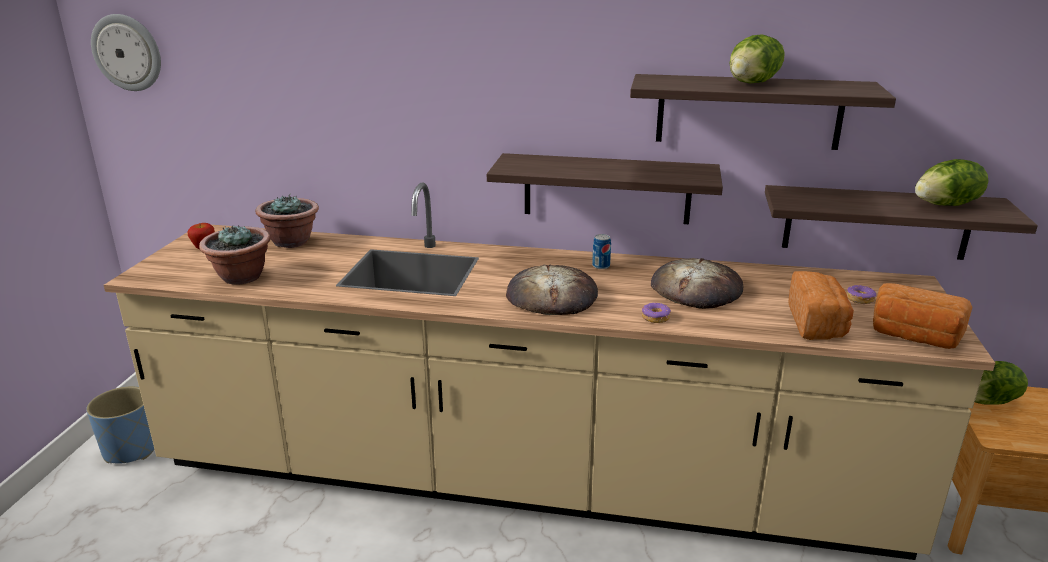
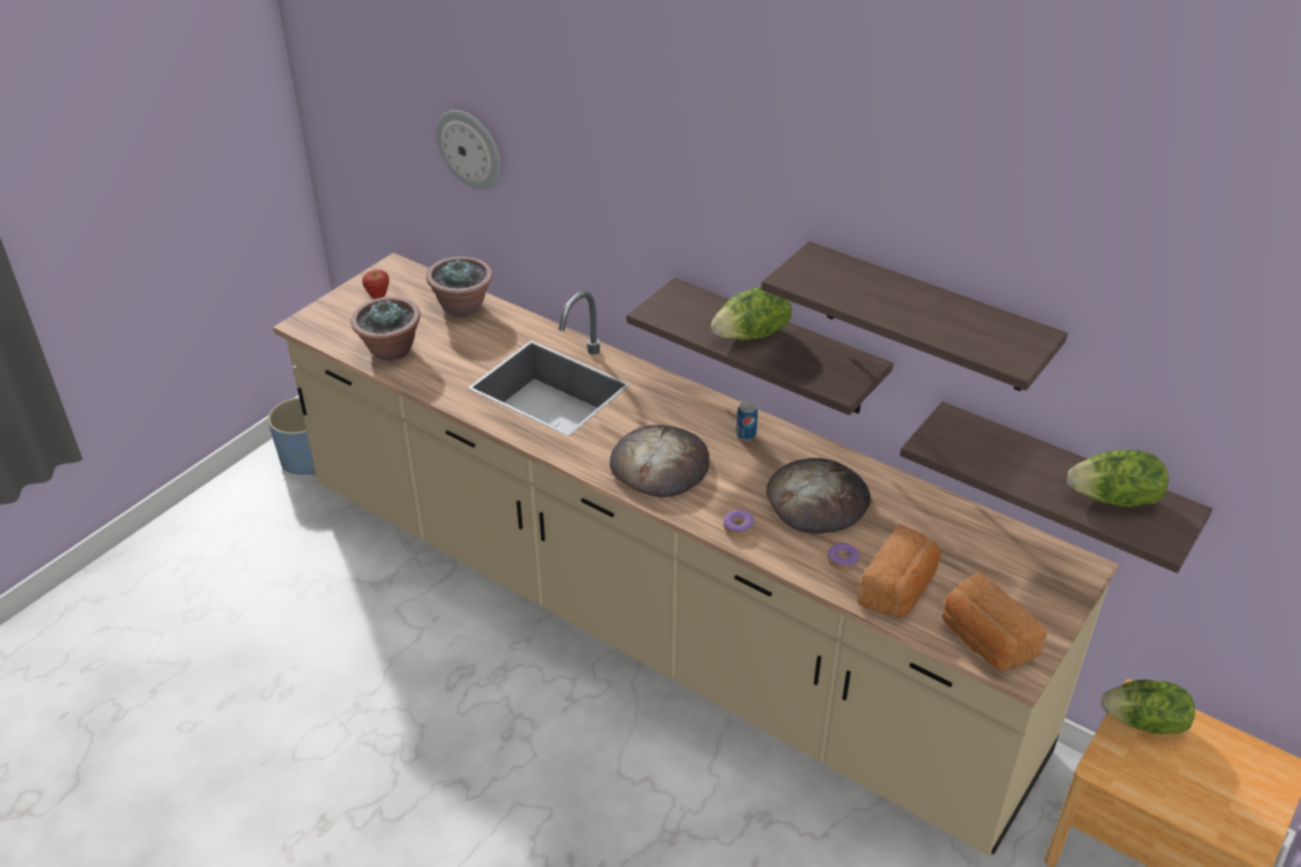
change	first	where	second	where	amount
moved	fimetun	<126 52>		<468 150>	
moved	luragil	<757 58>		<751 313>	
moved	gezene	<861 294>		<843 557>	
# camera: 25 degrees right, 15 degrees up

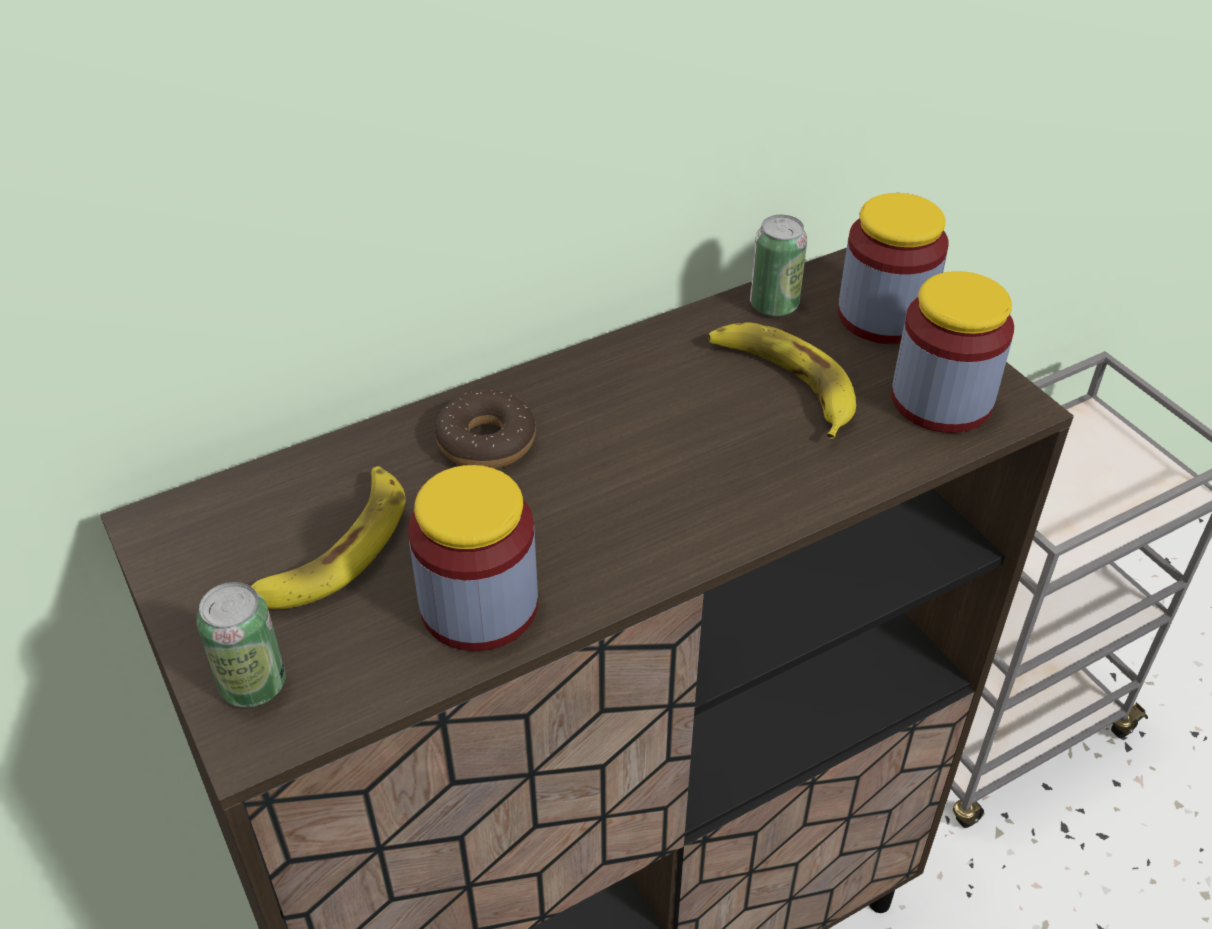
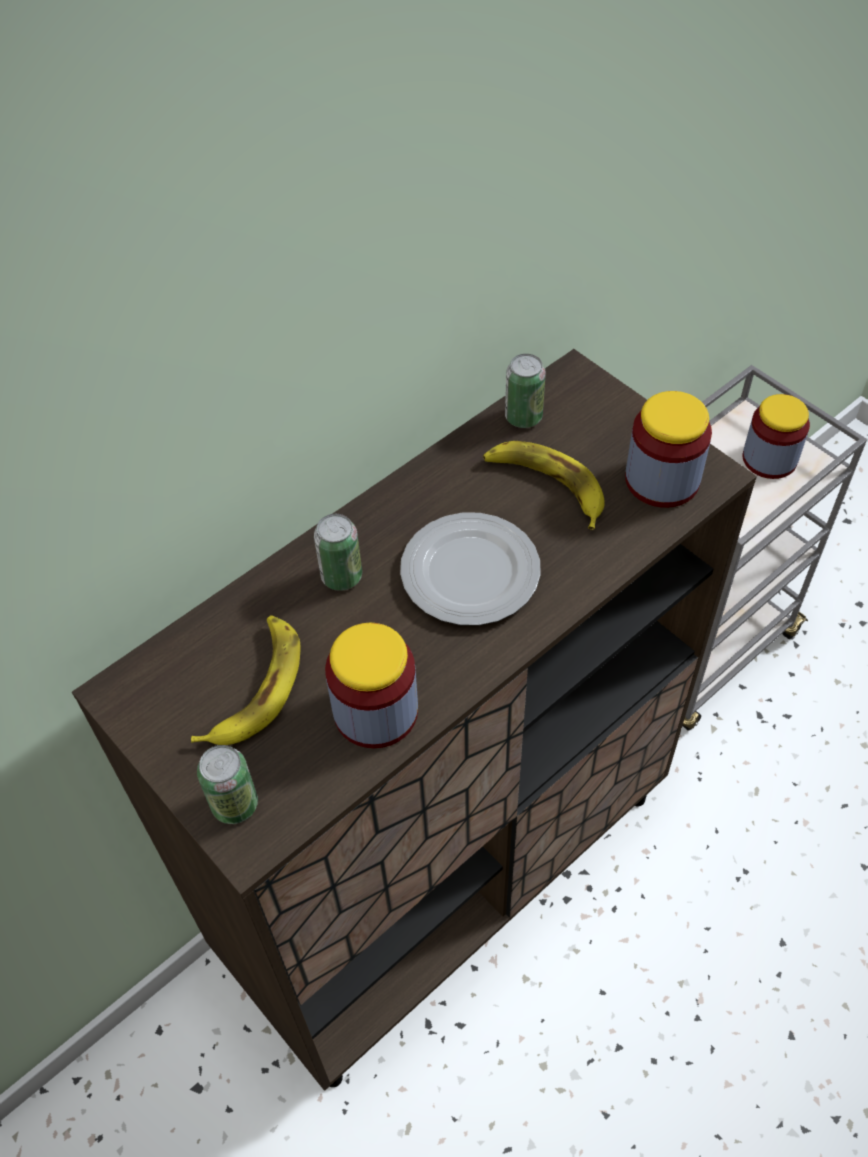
change	first	where	second	where	amount
added			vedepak	<470 569>	
moved	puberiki	<893 268>		<776 436>	
replaced	gezene	<485 429>	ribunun	<338 552>	
# camera: 10 degrees left, 10 degrees up

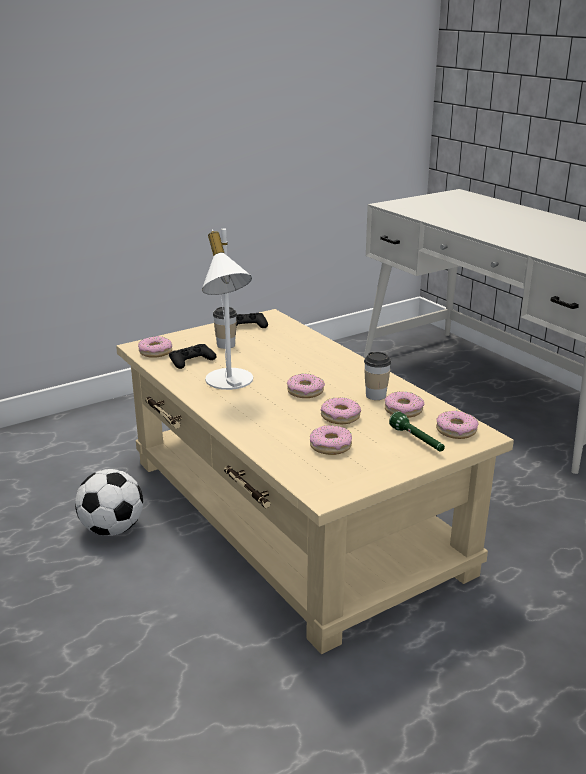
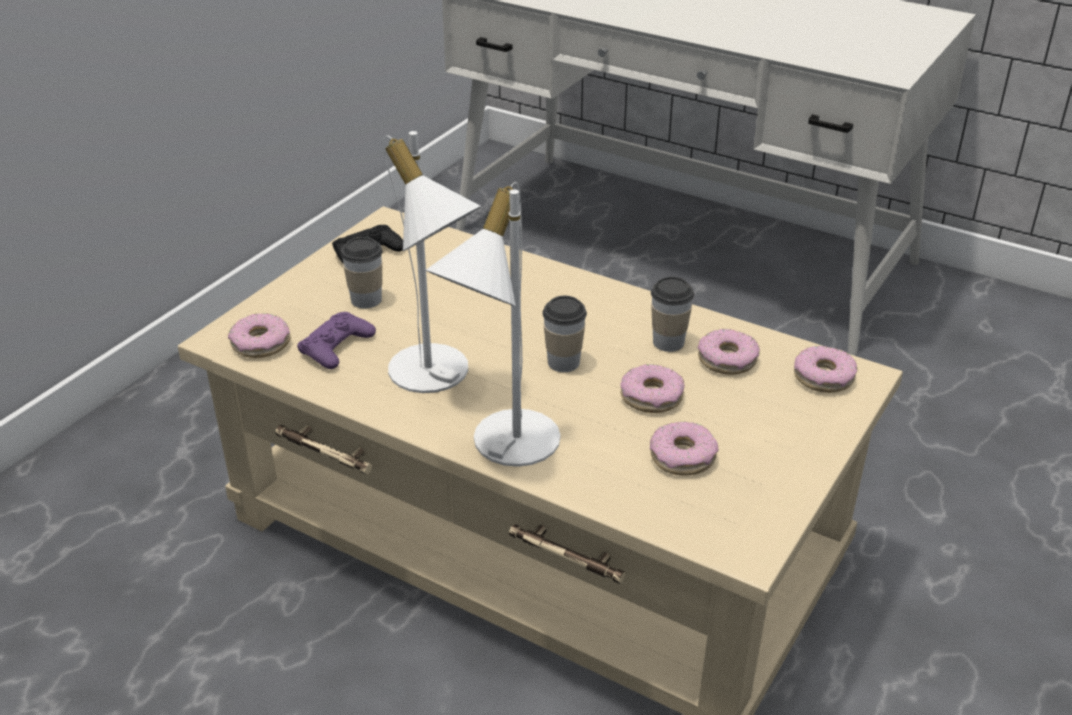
change	first	where	second	where	amount
removed	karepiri	<109 502>			
removed	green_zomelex	<417 432>			
added			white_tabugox	<493 324>	
replaced	gezene	<306 386>	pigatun	<564 334>	
recoloured	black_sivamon	<192 356>	purple_sivamon	<336 340>	
# camera: 25 degrees left, 10 degrees up

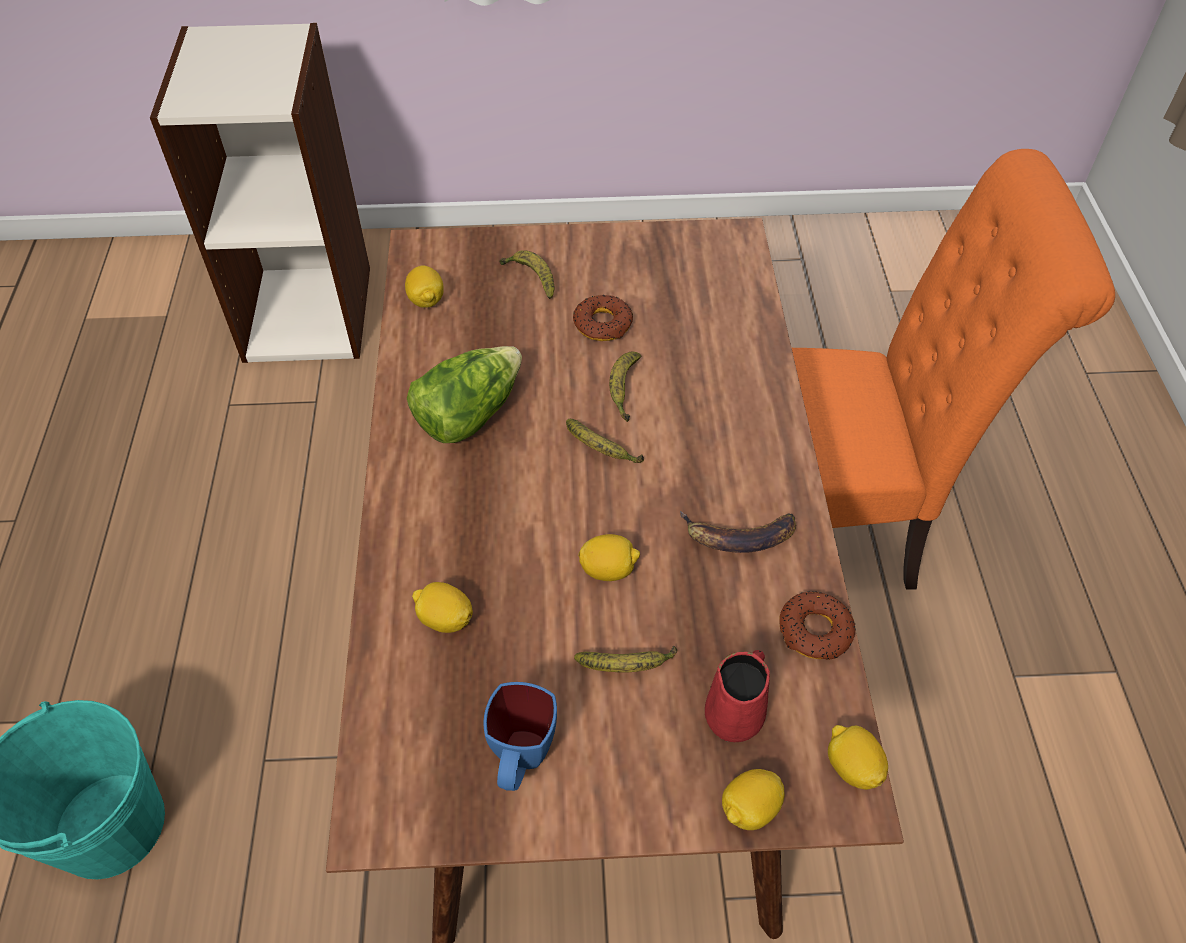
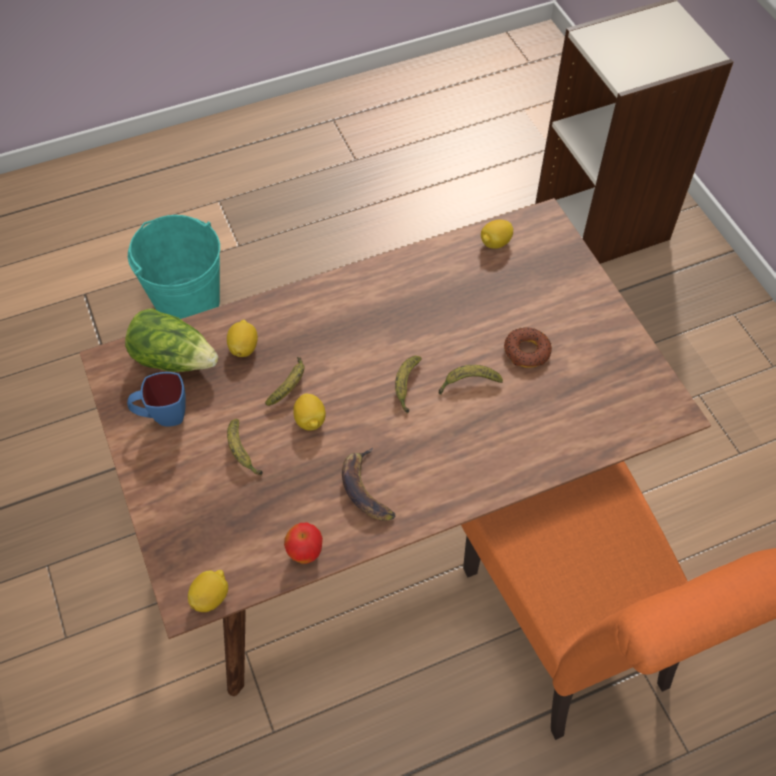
change	first	where	second	where	amount
removed	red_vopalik	<737 696>			
removed	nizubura	<753 799>			
moved	luragil	<464 394>		<171 340>	
moved	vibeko	<526 274>		<284 381>	
replaced	gezene	<817 625>	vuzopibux	<303 543>	
# camera: 70 degrees right, 5 degrees up

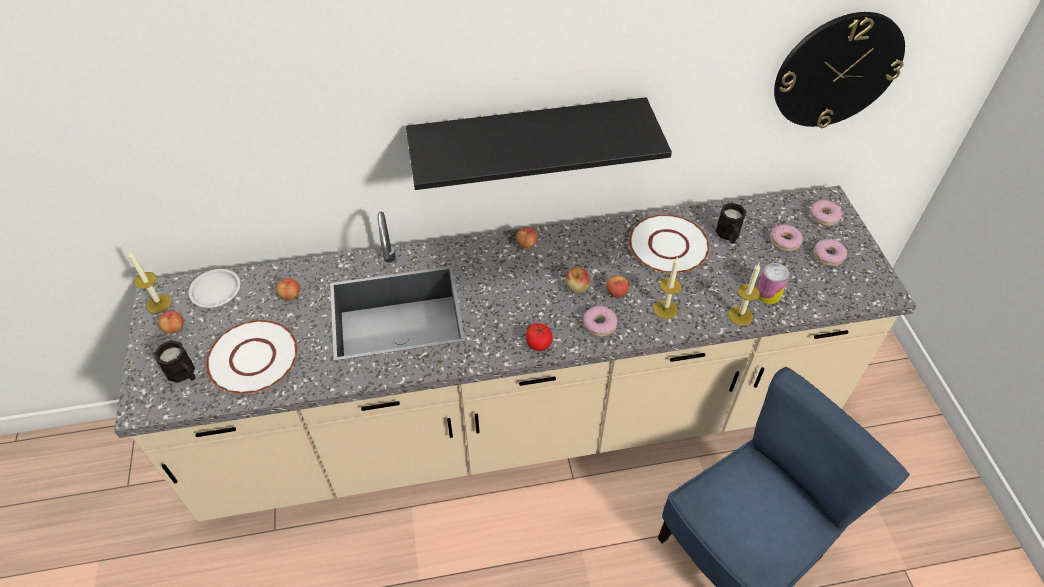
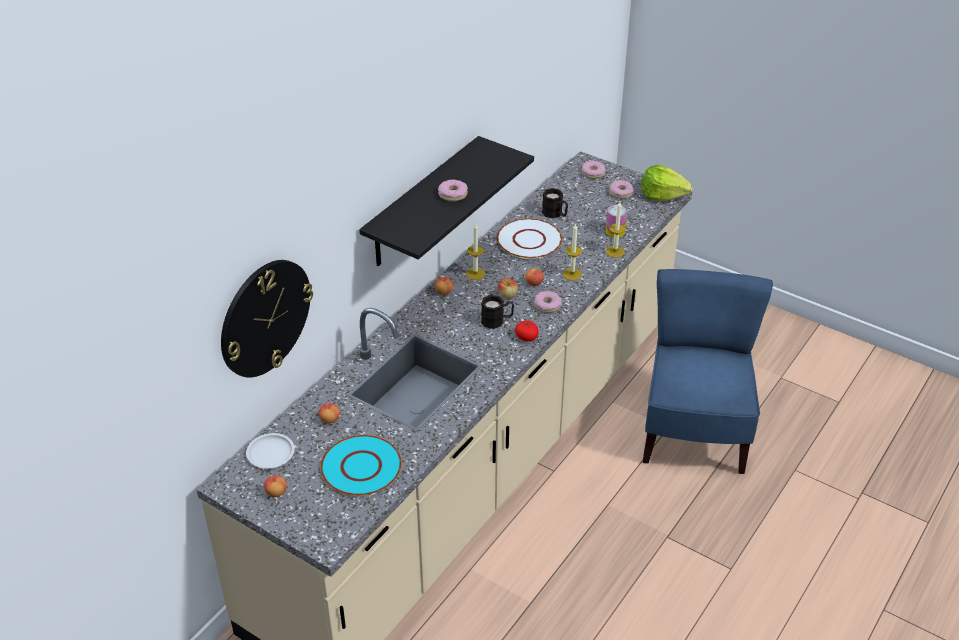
change	first	where	second	where	amount
added			luragil	<667 183>	
moved	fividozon	<150 282>		<475 251>	
moved	black_vopalik	<174 361>		<497 312>	
moved	gezene	<786 238>		<453 190>	
moved	fimetun	<839 70>		<267 319>	
recoloured	white_vedepak	<252 357>	turquoise_vedepak	<361 465>	
# camera: 45 degrees left, 10 degrees down

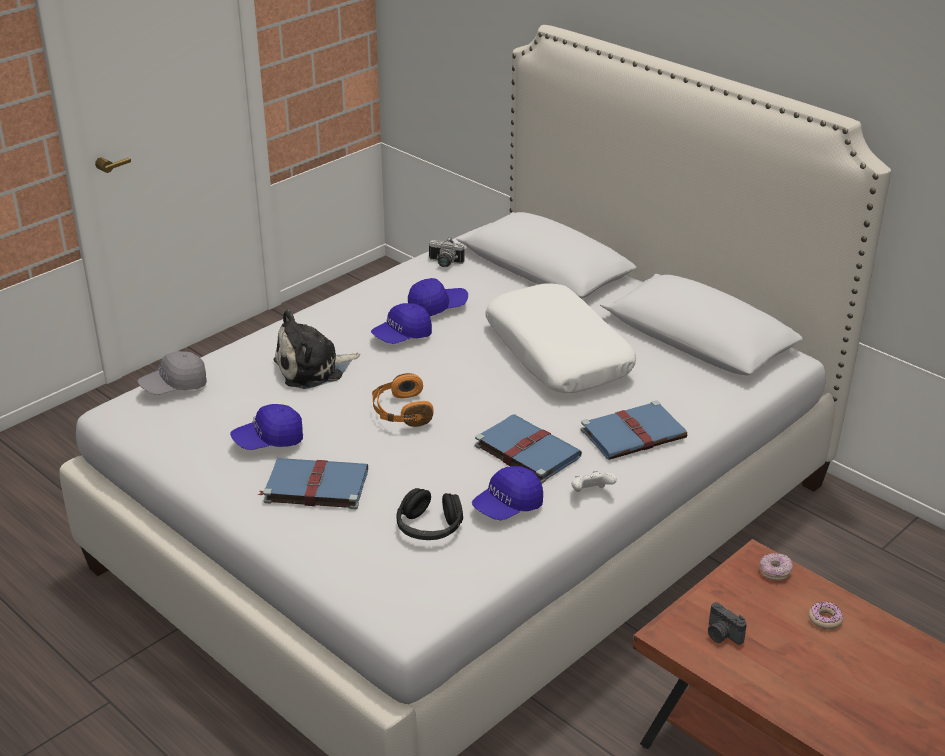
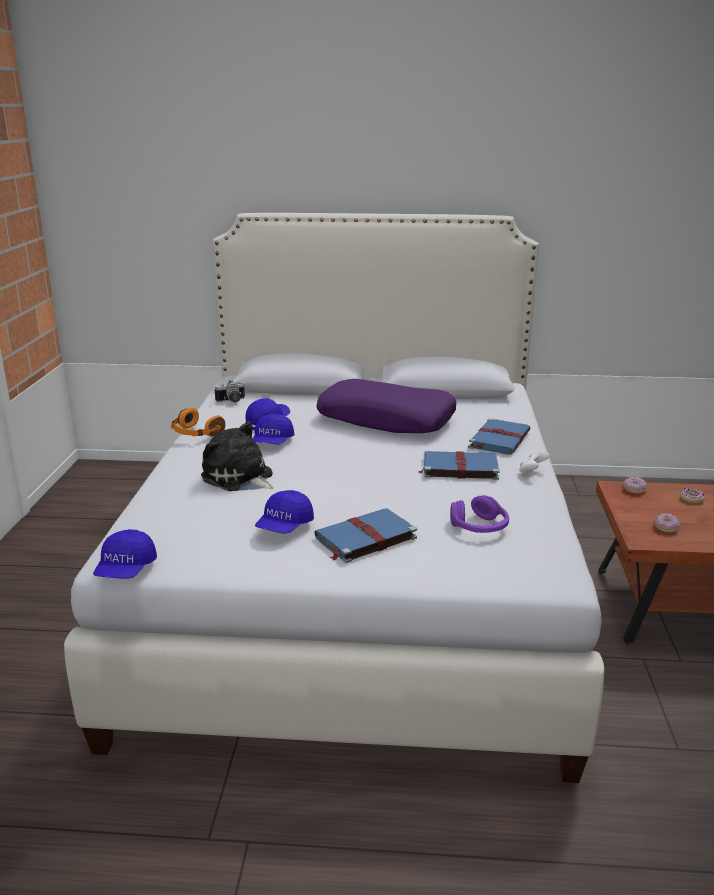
change	first	where	second	where	amount
removed	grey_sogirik	<172 373>			
moved	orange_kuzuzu	<403 400>		<198 422>	
moved	blue_sogirik	<507 493>		<125 554>	
replaced	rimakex	<727 623>	gezene	<667 523>	
recoloured	black_kuzuzu	<429 514>	purple_kuzuzu	<479 514>	
recoloured	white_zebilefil	<560 338>	purple_zebilefil	<386 406>	
turned	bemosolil	<316 349>		<237 456>	105 degrees clockwise
# camera: 40 degrees left, 10 degrees down

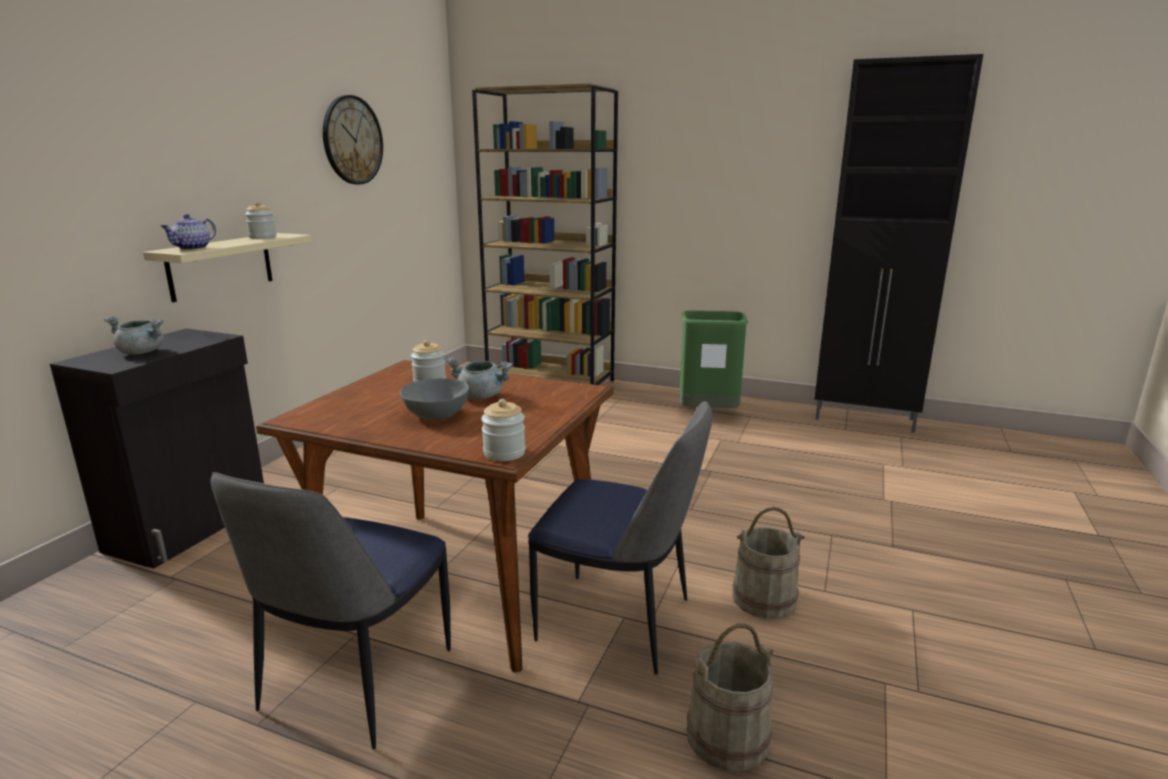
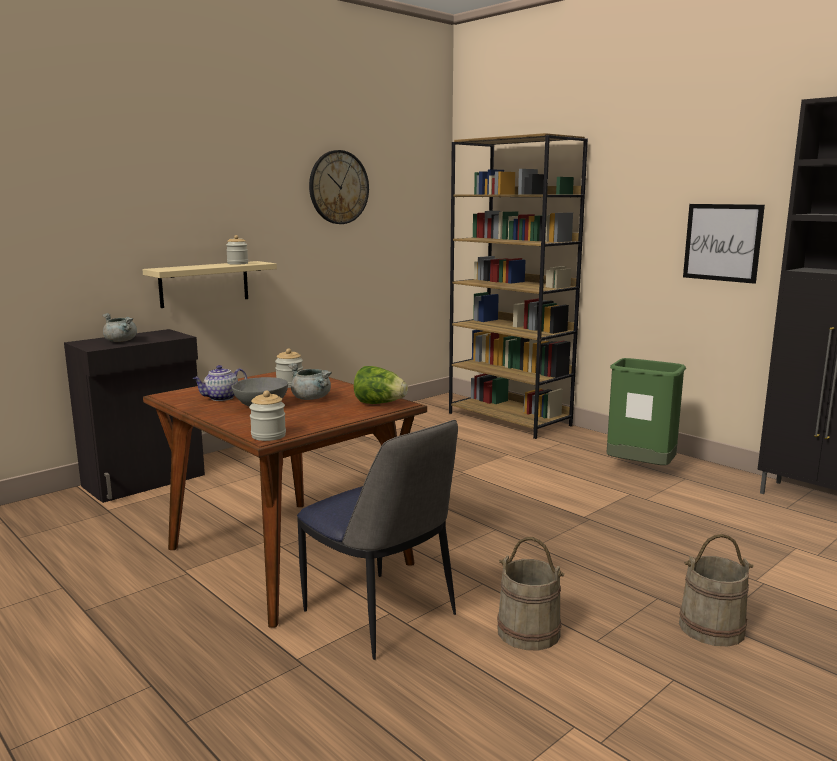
change	first	where	second	where	amount
removed	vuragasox	<331 611>			
added			luragil	<381 385>	
added			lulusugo	<724 244>	
moved	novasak	<188 232>		<219 383>	
moved	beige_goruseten	<730 697>		<716 590>	
# camera: 25 degrees right, 5 degrees down

